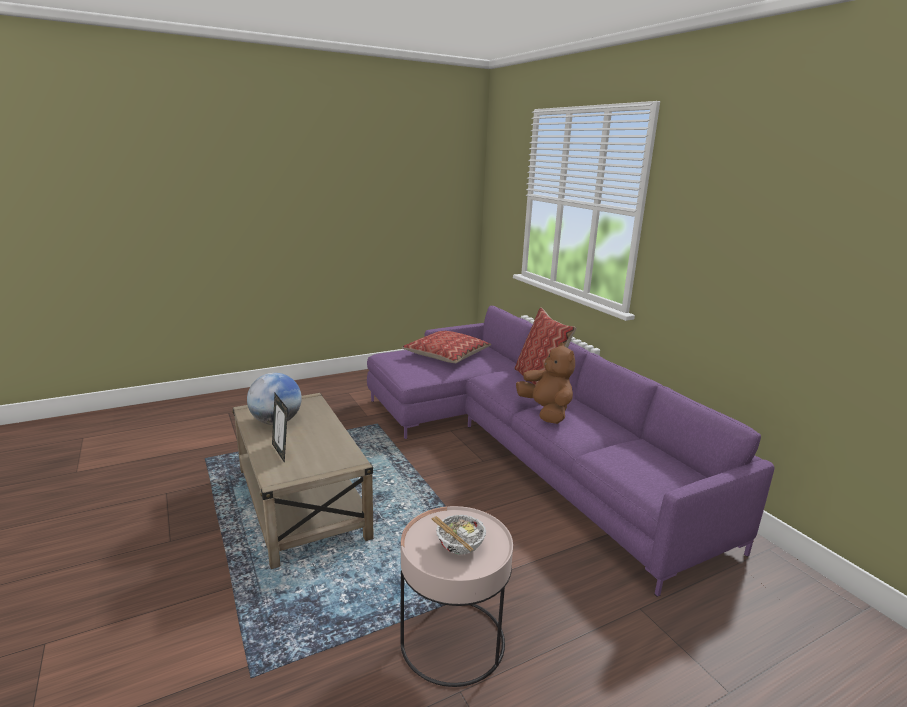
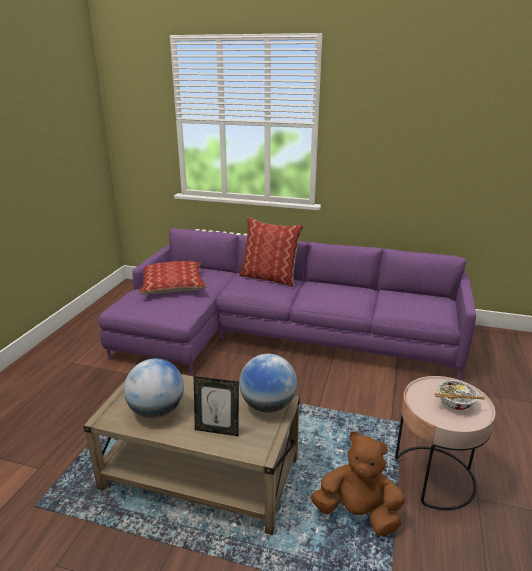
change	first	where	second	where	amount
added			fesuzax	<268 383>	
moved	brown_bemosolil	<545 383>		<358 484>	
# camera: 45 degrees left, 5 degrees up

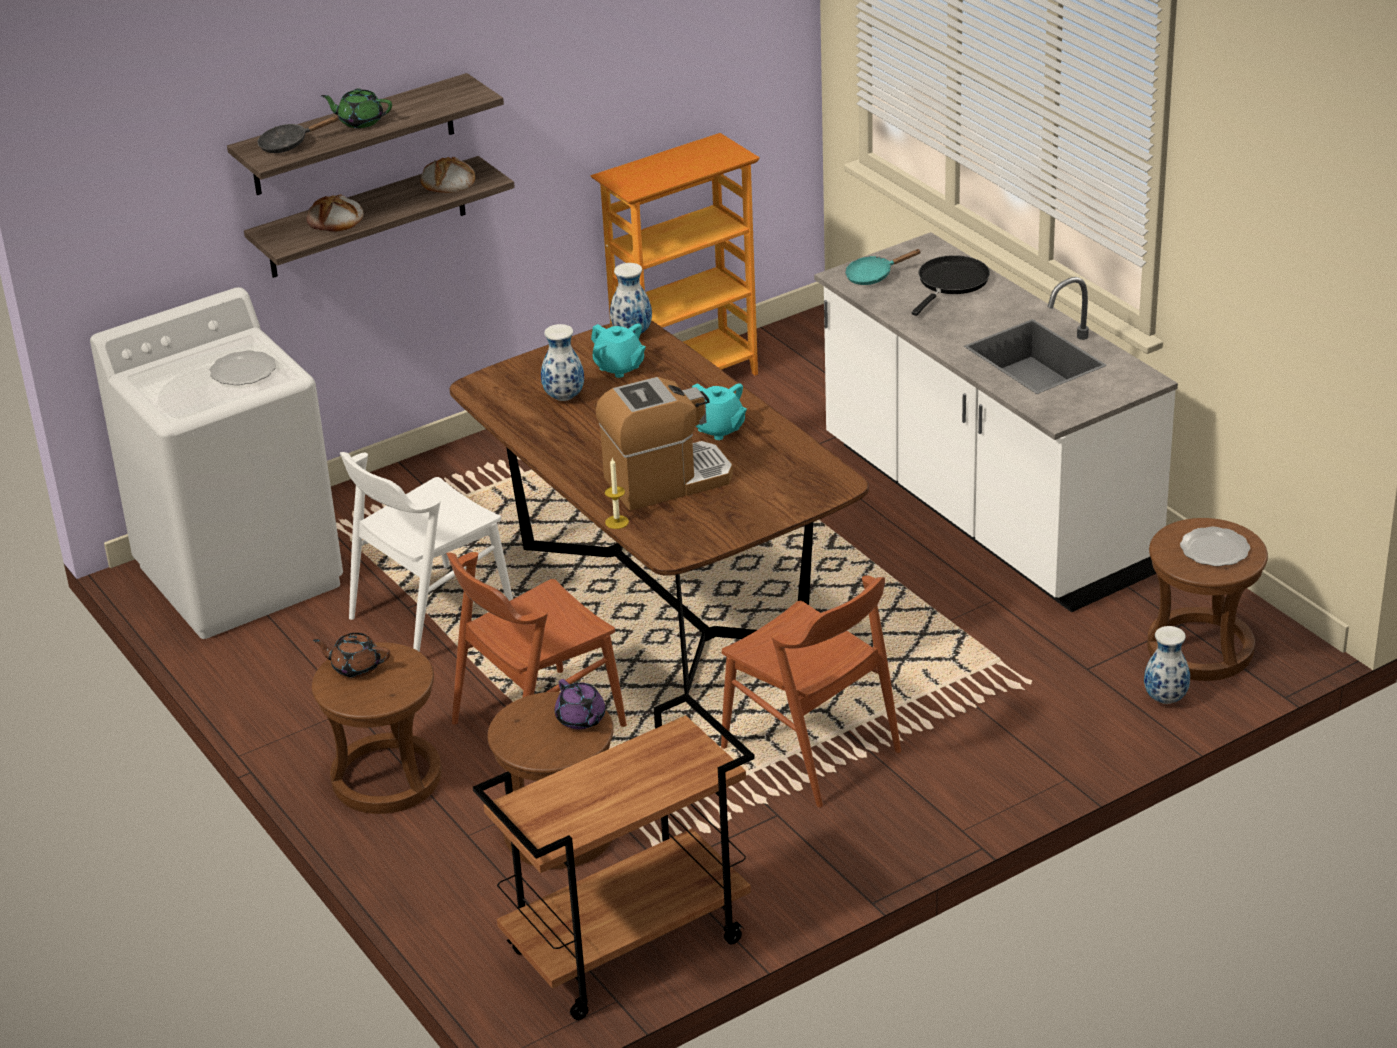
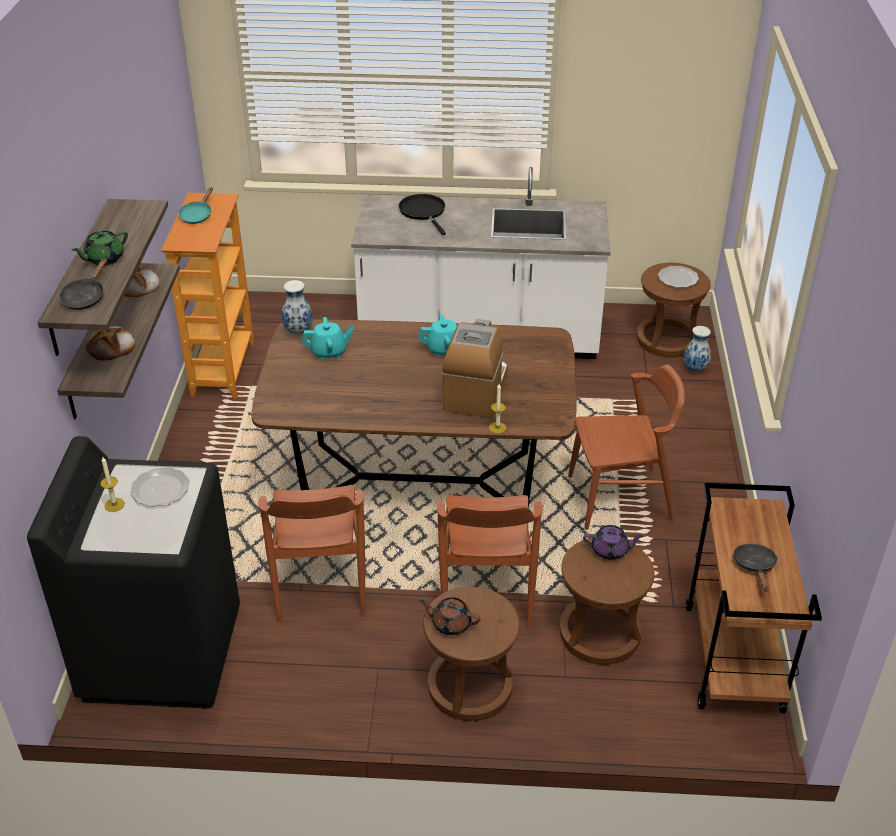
change	first	where	second	where	amount
removed	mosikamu	<562 362>			
added			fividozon	<112 484>	
added			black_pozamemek	<755 567>	
moved	turquoise_pozamemek	<883 267>		<195 205>	
recoloured	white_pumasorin	<216 463>	black_pumasorin	<133 572>	
recoloured	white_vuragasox	<426 552>	brown_vuragasox	<311 554>	
turned	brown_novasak	<351 655>		<450 616>	60 degrees clockwise
# camera: 55 degrees left, 5 degrees up

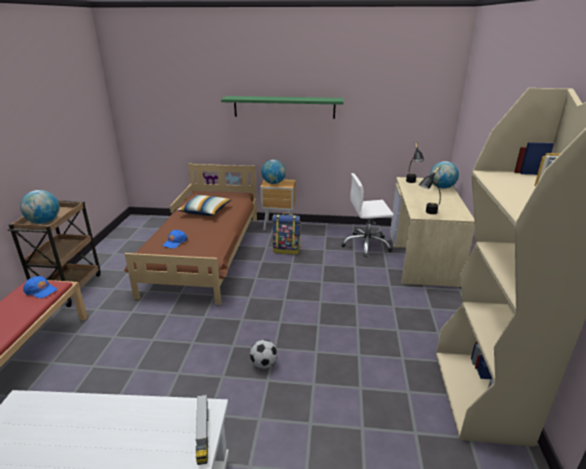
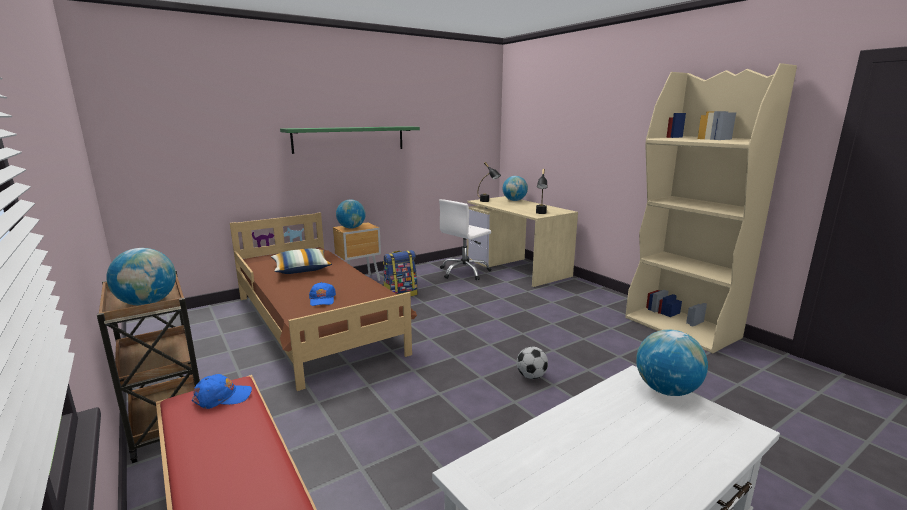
change	first	where	second	where	amount
replaced	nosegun	<201 430>	fesuzax	<672 363>	
# camera: 40 degrees left, 10 degrees down

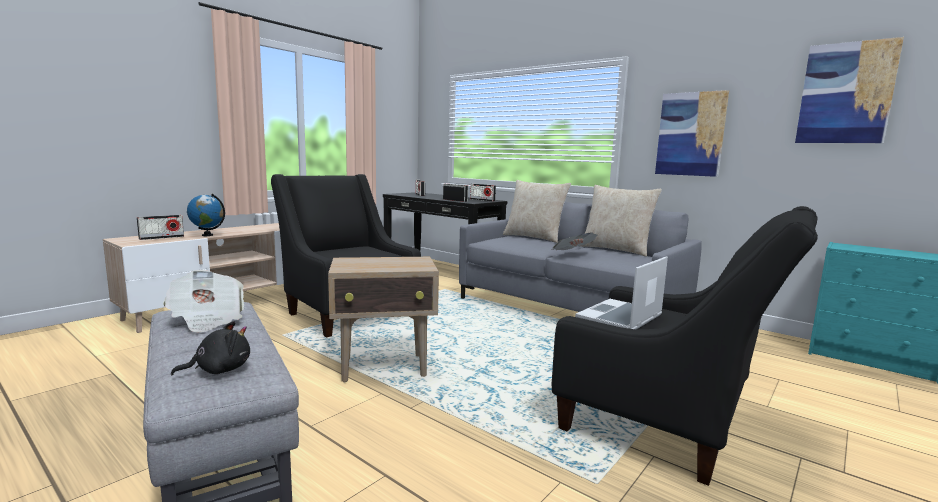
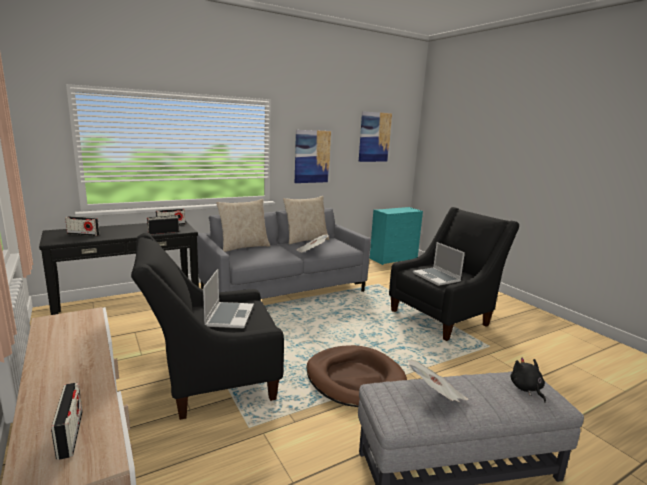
change	first	where	second	where	amount
removed	fesuzax	<206 215>			
added			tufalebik	<228 299>	
replaced	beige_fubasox	<383 319>	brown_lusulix	<356 376>	
# camera: 70 degrees left, 5 degrees up

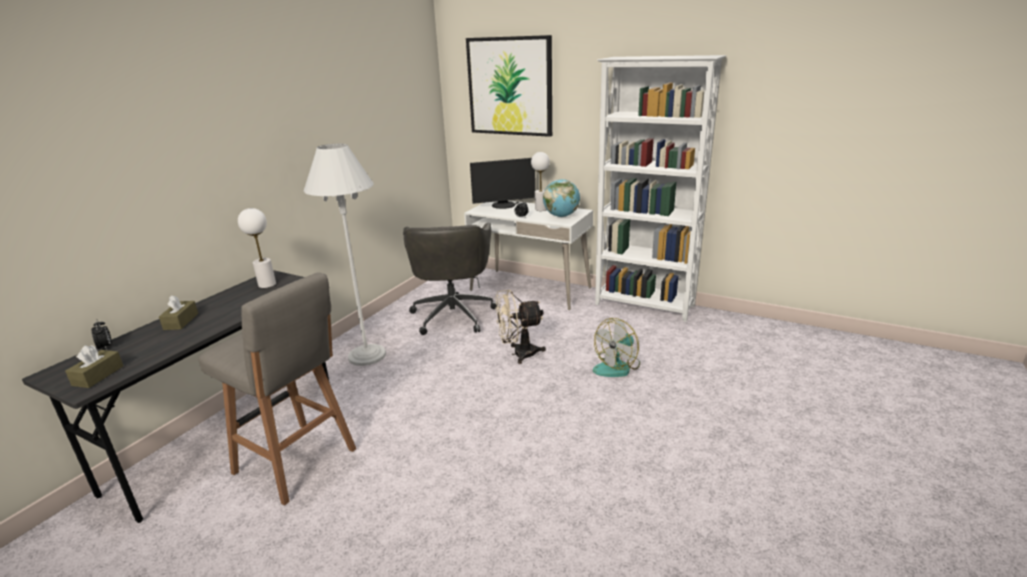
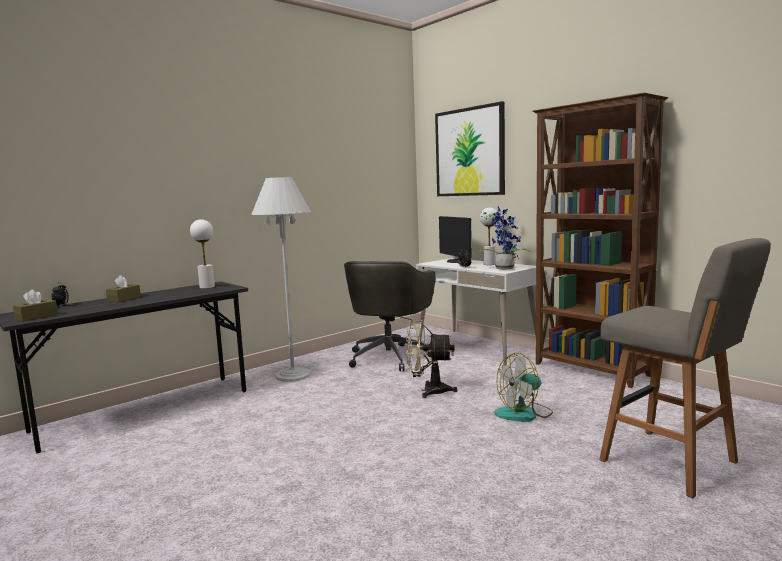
change	first	where	second	where	amount
moved	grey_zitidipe	<277 388>		<685 368>	
replaced	fesuzax	<561 198>	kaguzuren	<502 238>	
recoloured	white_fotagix	<661 188>	brown_fotagix	<600 240>	
turned	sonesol	<503 183>		<455 239>	60 degrees clockwise
# camera: 20 degrees right, 15 degrees down

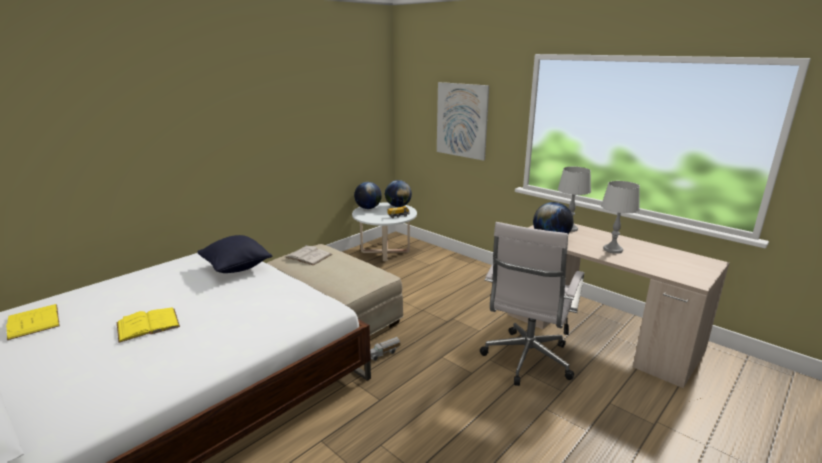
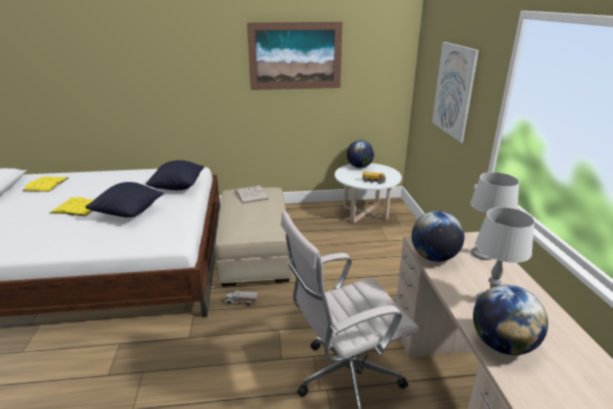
change	first	where	second	where	amount
added			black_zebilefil	<124 199>	
added			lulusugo	<295 56>	
moved	fesuzax	<398 193>		<510 320>	
# camera: 40 degrees right, 5 degrees up

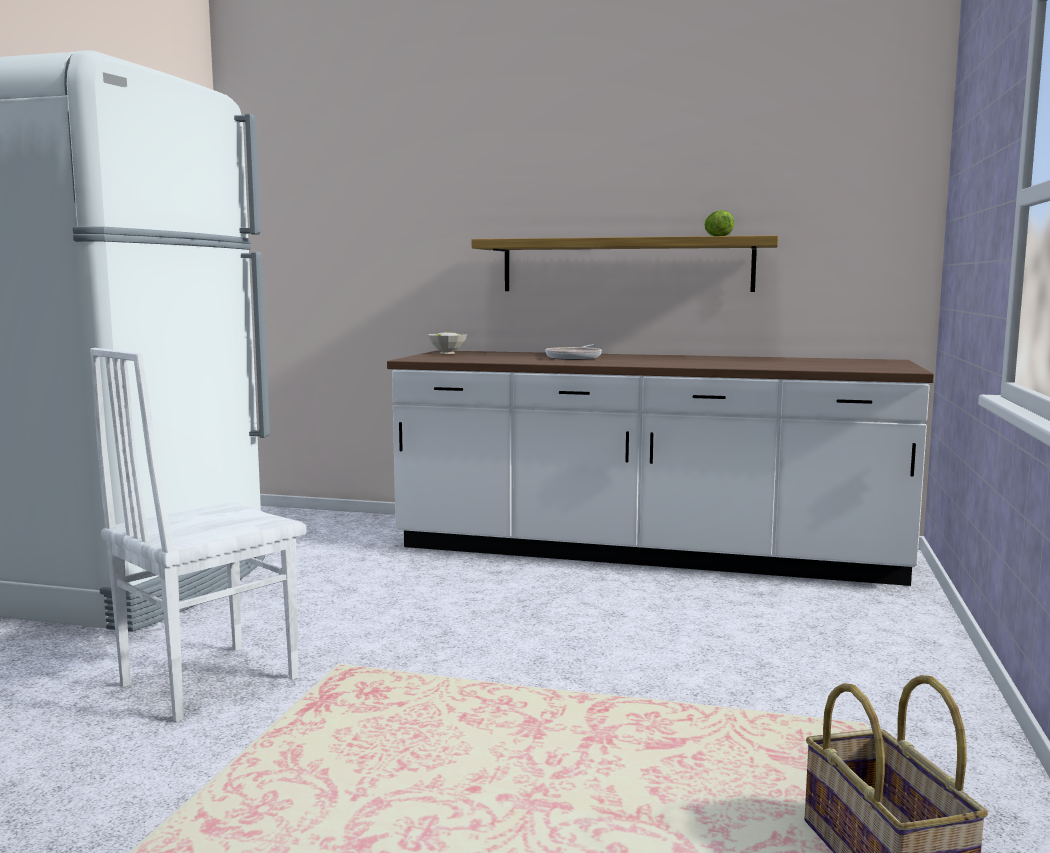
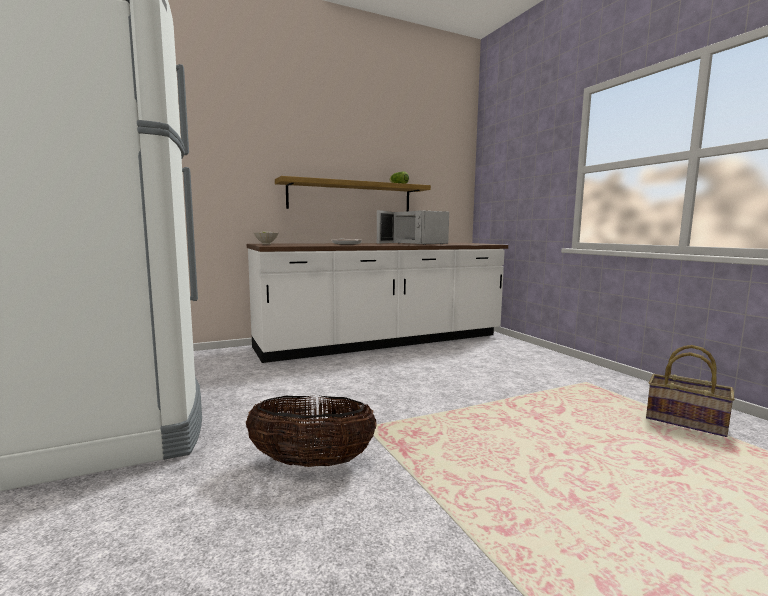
change	first	where	second	where	amount
added			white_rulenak	<413 227>	
replaced	white_vuragasox	<198 535>	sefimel	<311 431>	
# camera: 40 degrees left, 0 degrees up

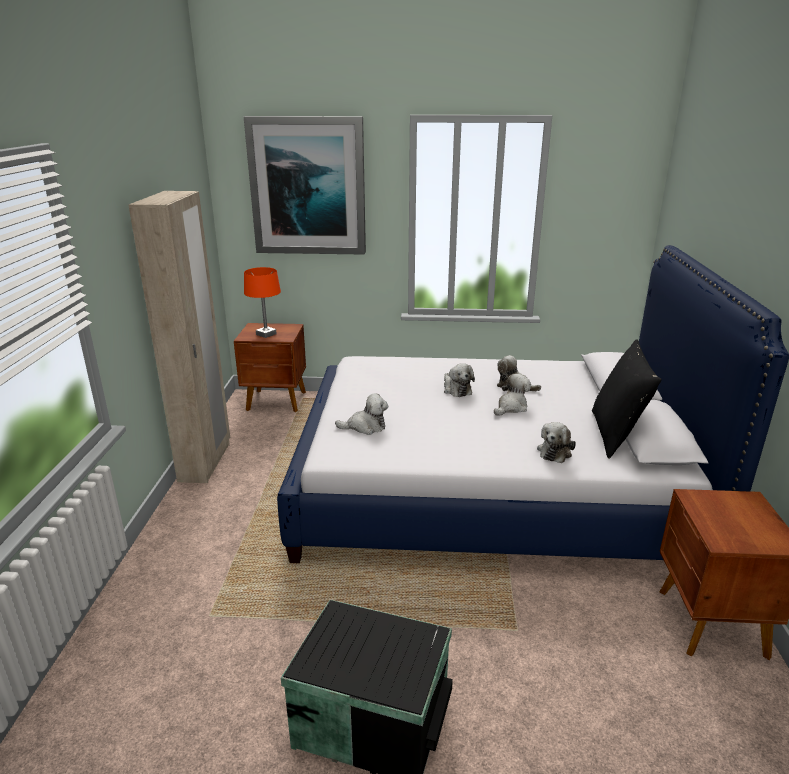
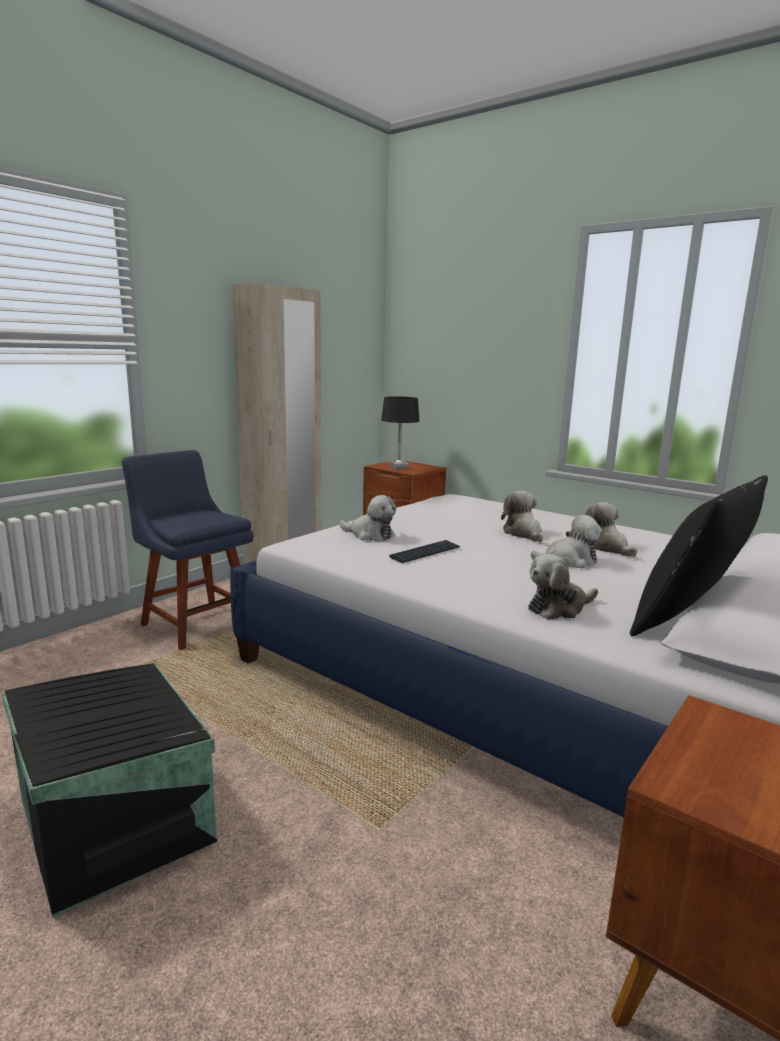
change	first	where	second	where	amount
removed	lulusugo	<305 185>			
added			blue_vuragasox	<188 550>	
added			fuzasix	<424 551>	
recoloured	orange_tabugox	<262 302>	black_tabugox	<400 432>	
turned	bemosolil	<459 380>		<522 516>	150 degrees clockwise
# camera: 35 degrees right, 10 degrees down

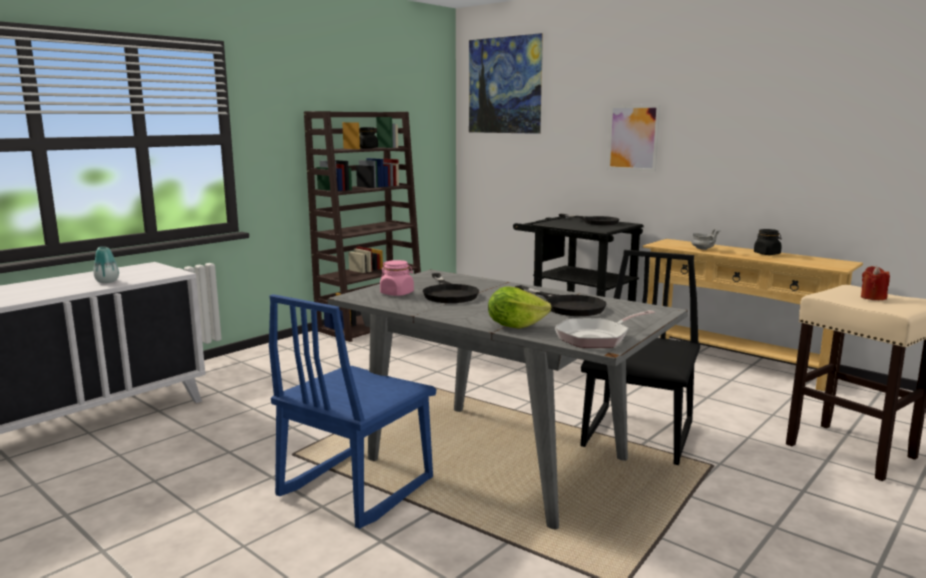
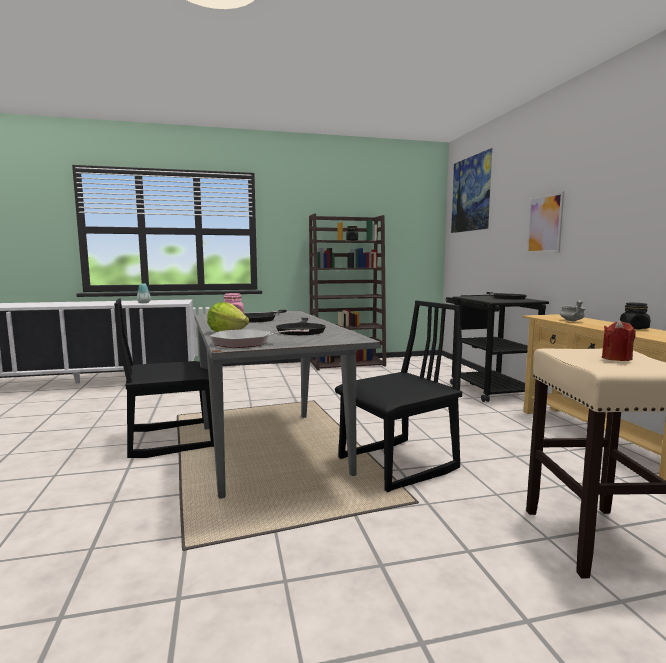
change	first	where	second	where	amount
recoloured	blue_vuragasox	<352 411>	black_vuragasox	<164 378>	
# camera: 35 degrees right, 5 degrees down

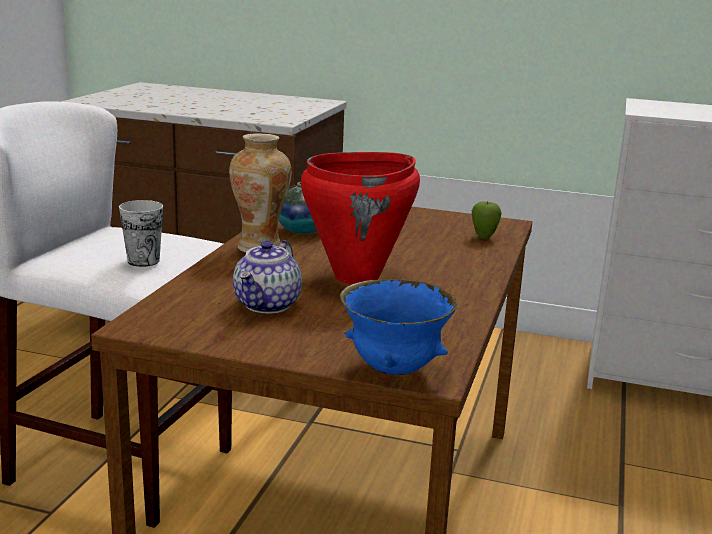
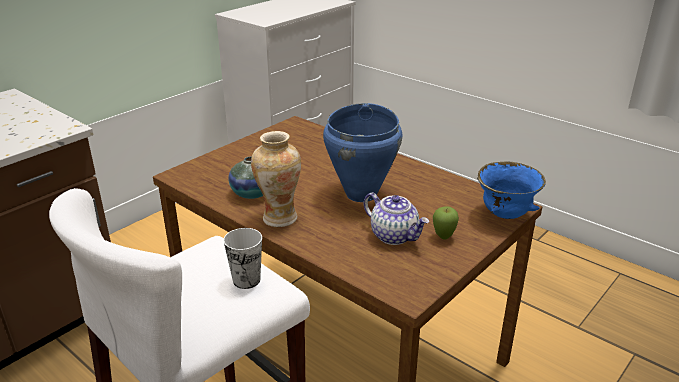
change	first	where	second	where	amount
moved	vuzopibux	<487 220>		<446 222>	
recoloured	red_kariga	<360 218>	blue_kariga	<362 152>	
# camera: 65 degrees left, 10 degrees up

